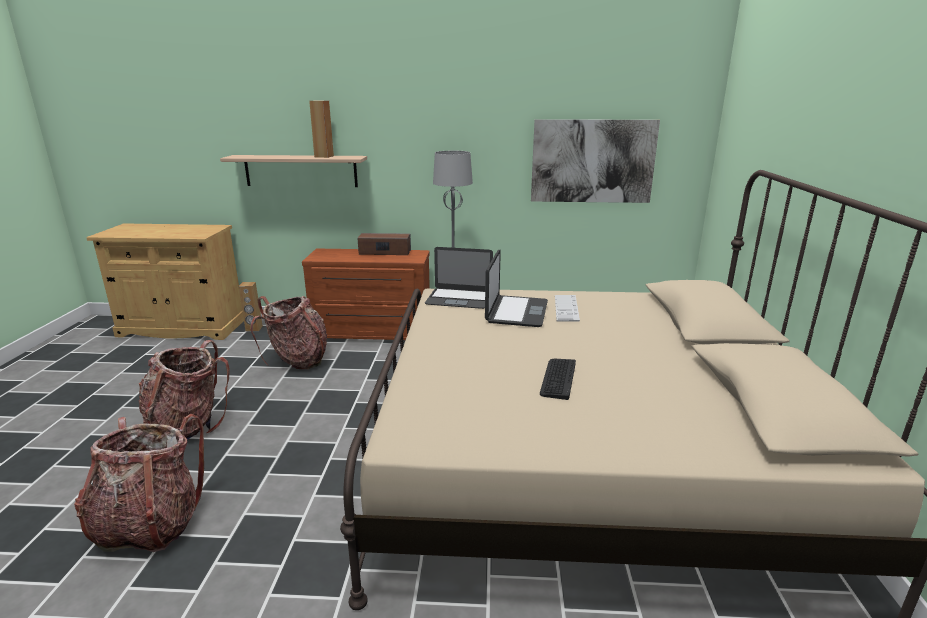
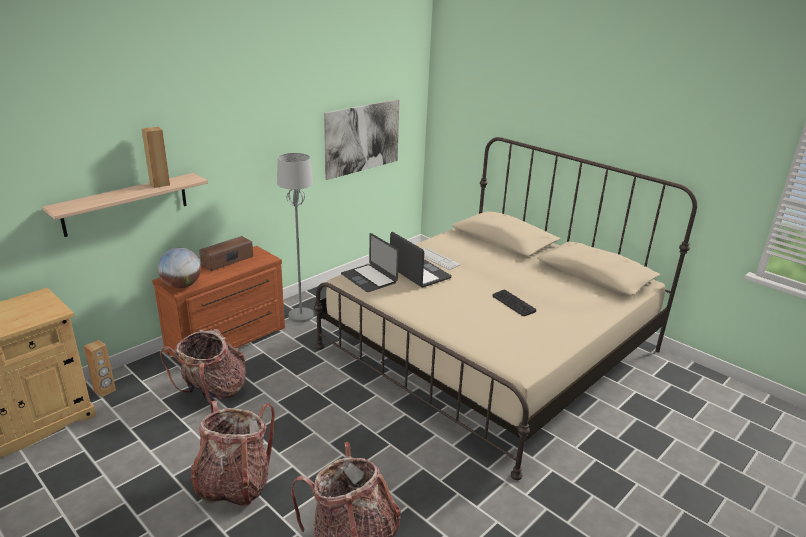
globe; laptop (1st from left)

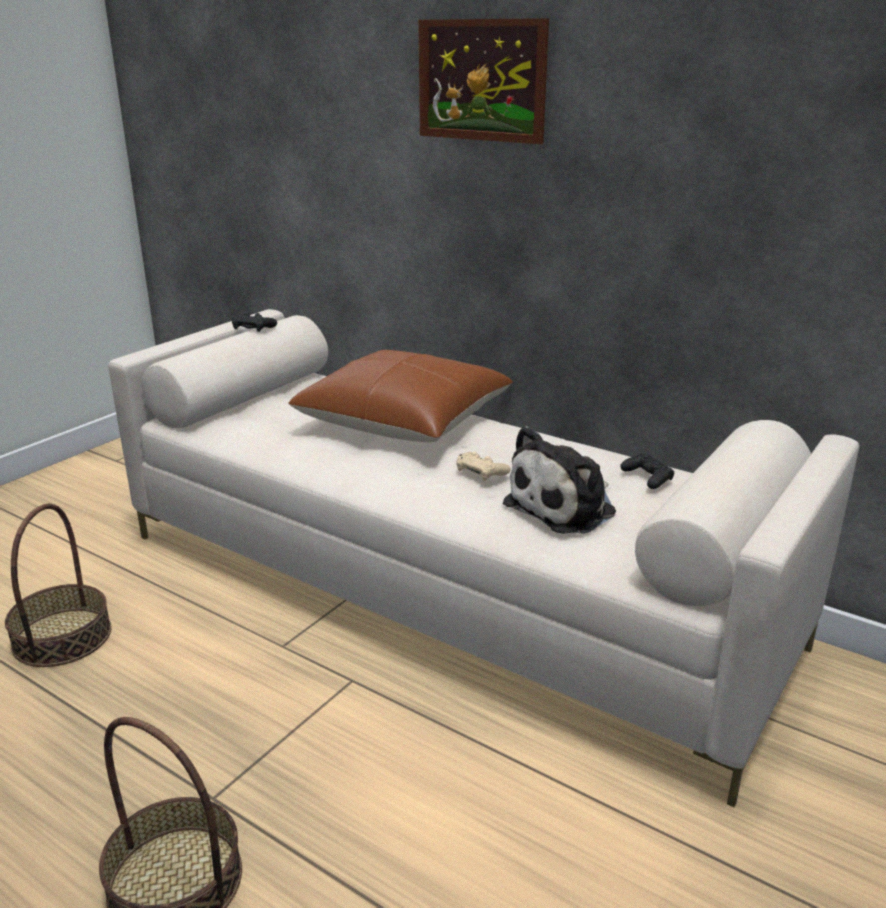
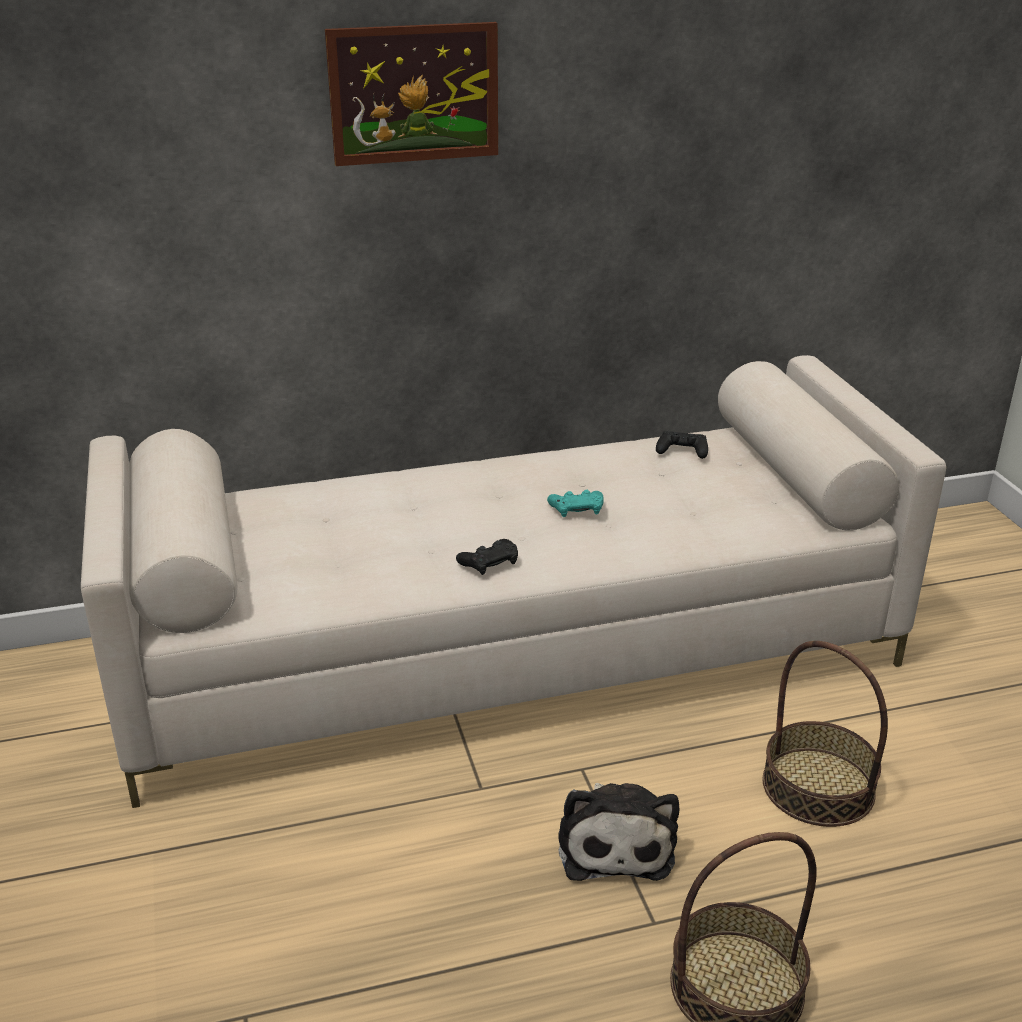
black joypad (1st from left); turquoise joypad; cuddly toy; household basket (2nd from left); brownish throw pillow

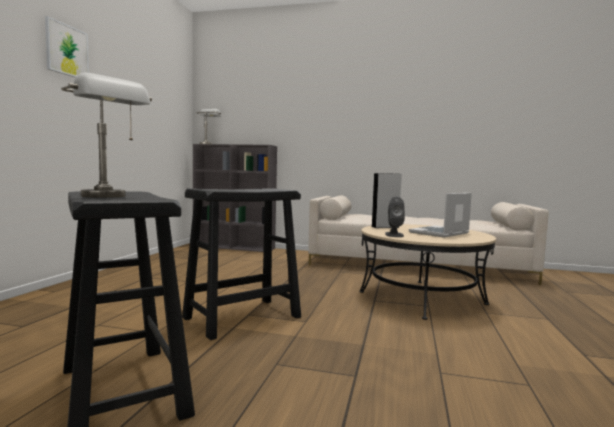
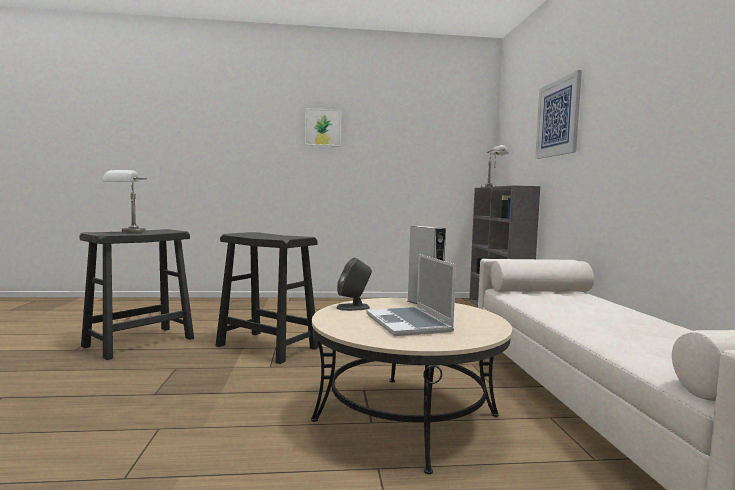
laptop; wall picture (2nd from left)

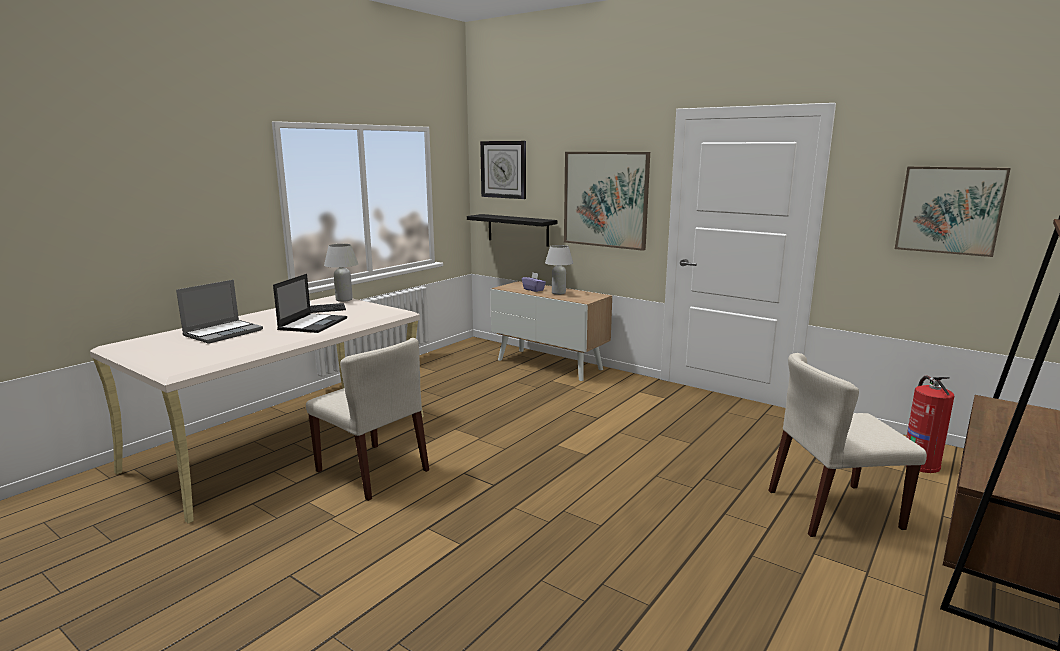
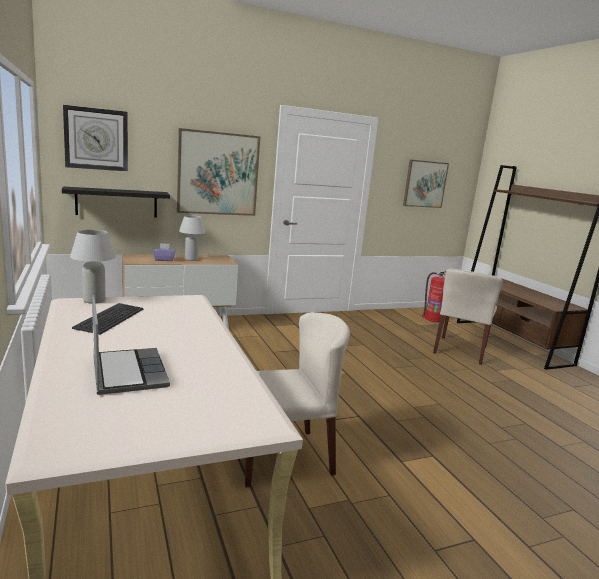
laptop (2nd from left in the first image)

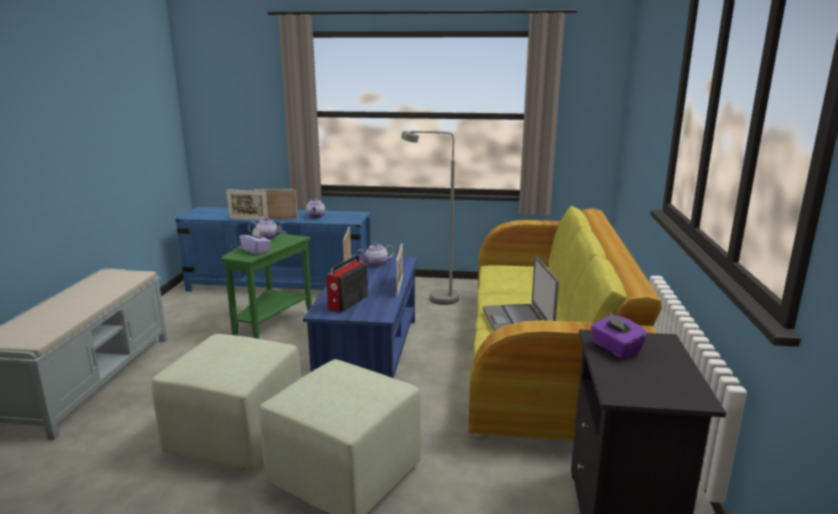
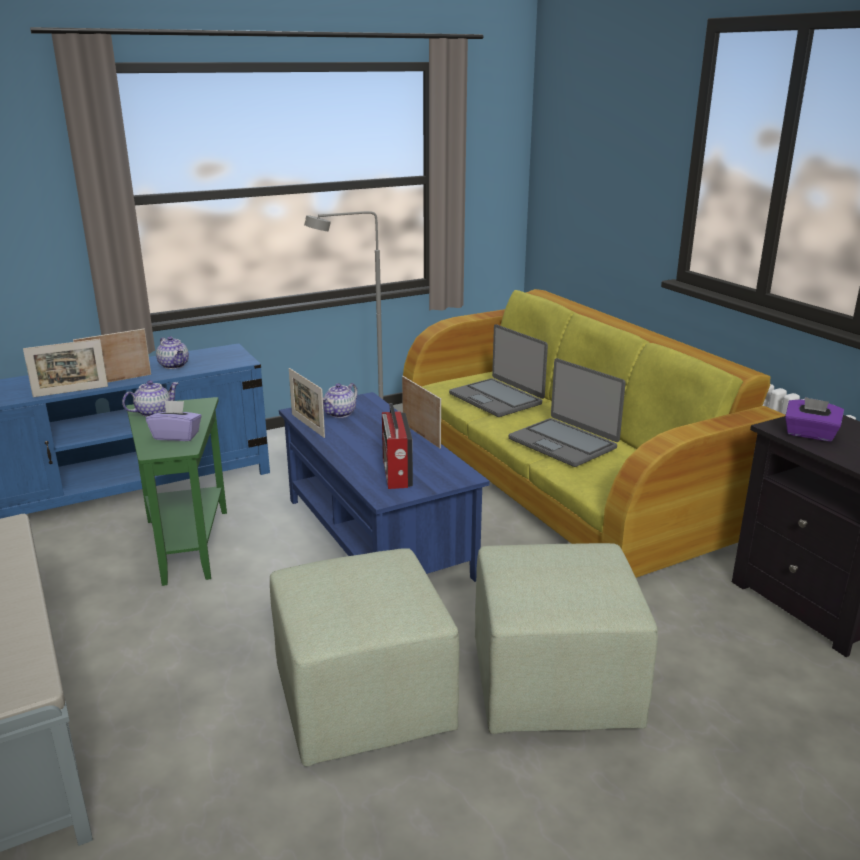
laptop (1st from left)

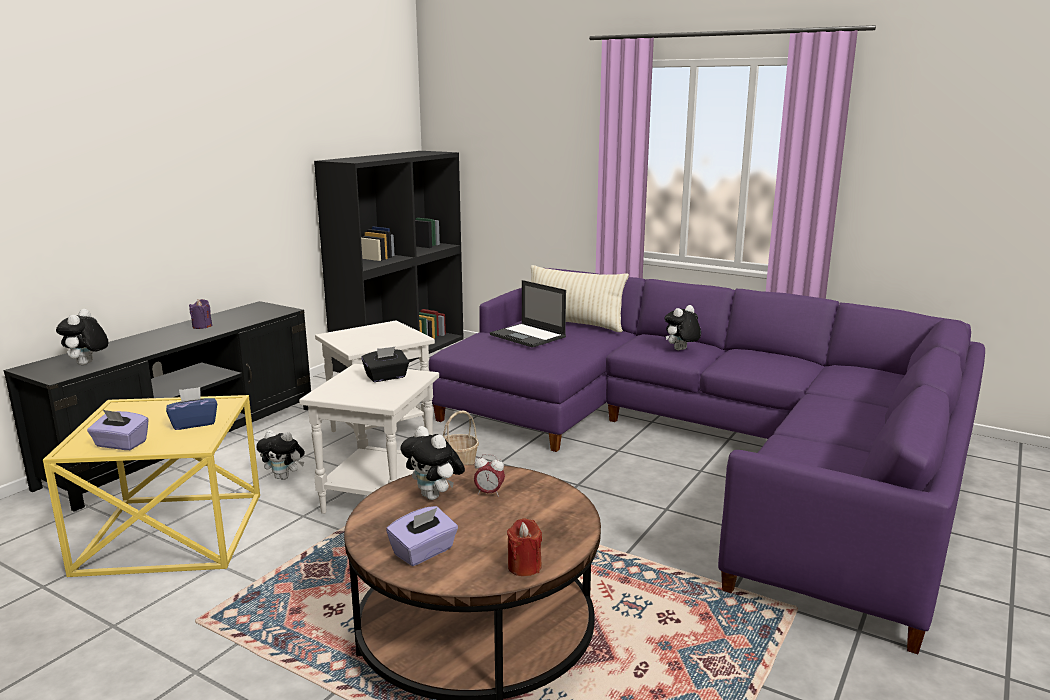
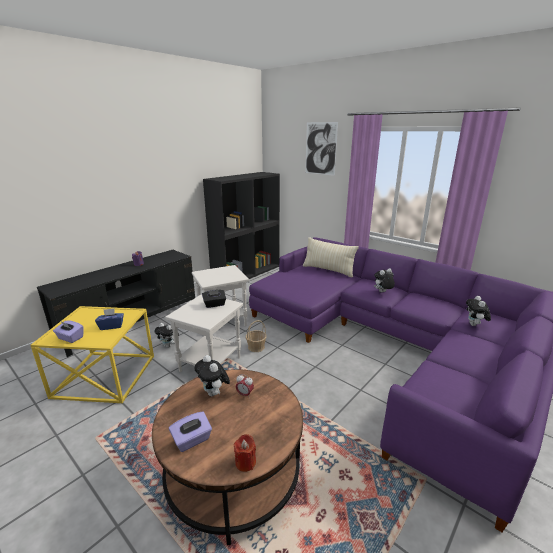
wall picture; cuddly toy (4th from left); laptop

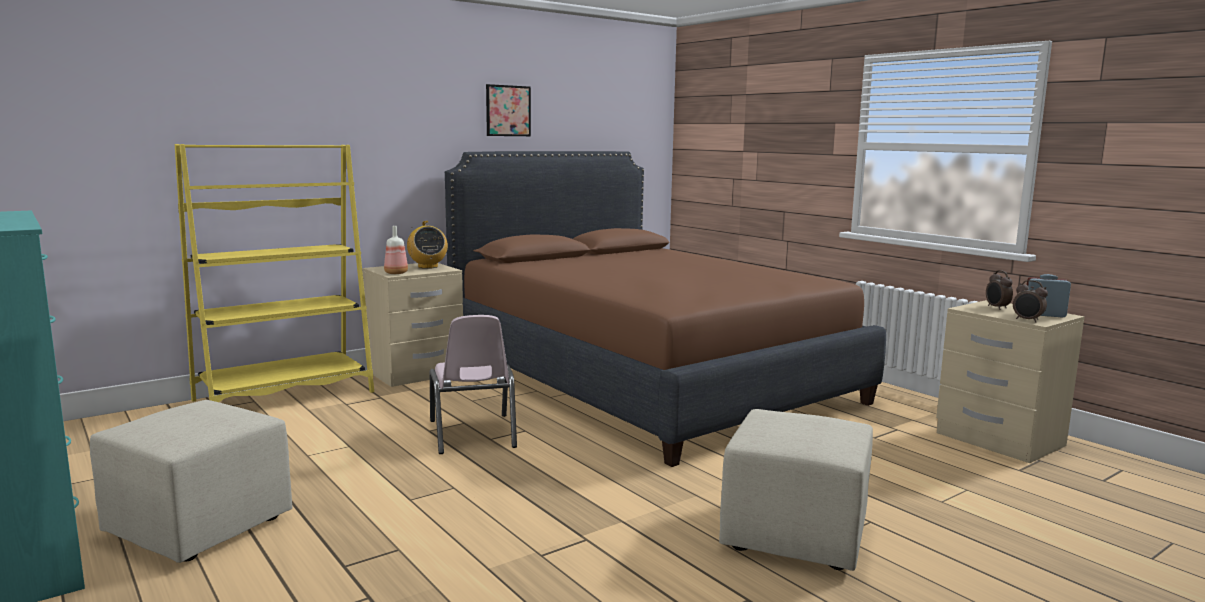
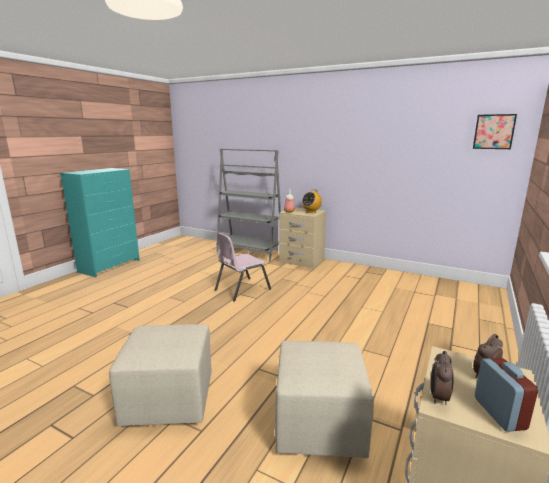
grey bookcase; sand-coloured ottoman (2nd from left); wall picture; brownish sleeping bed

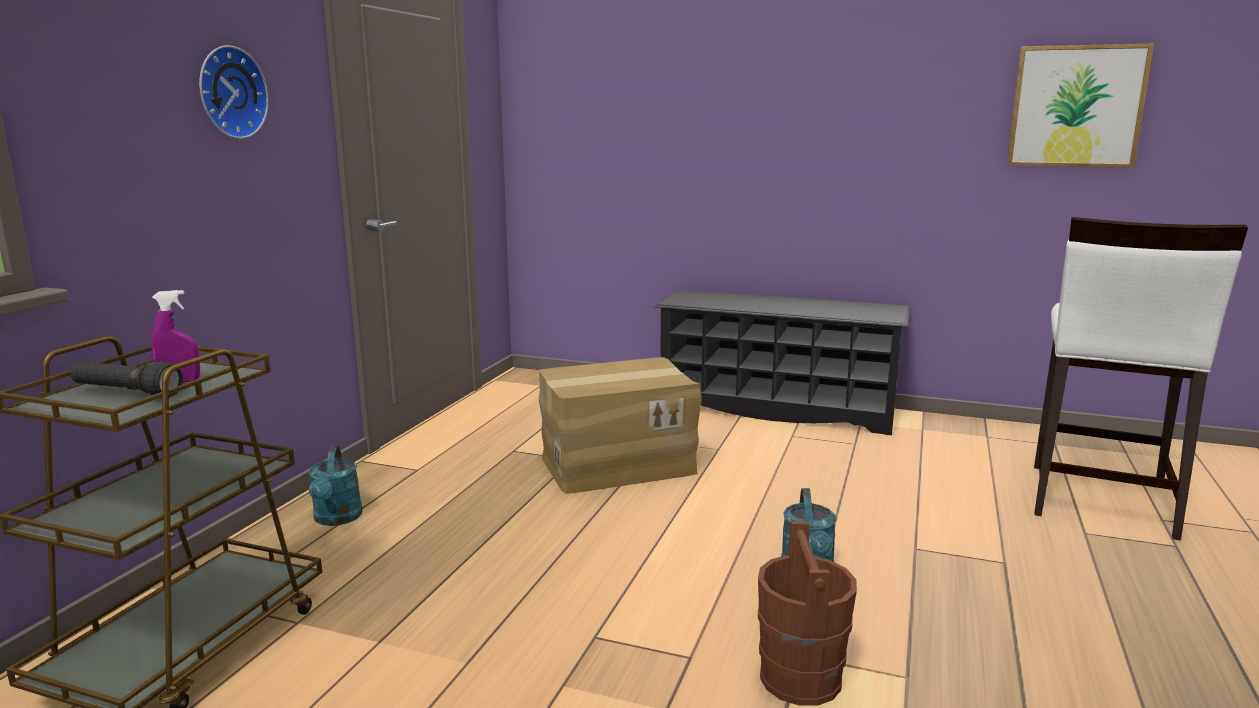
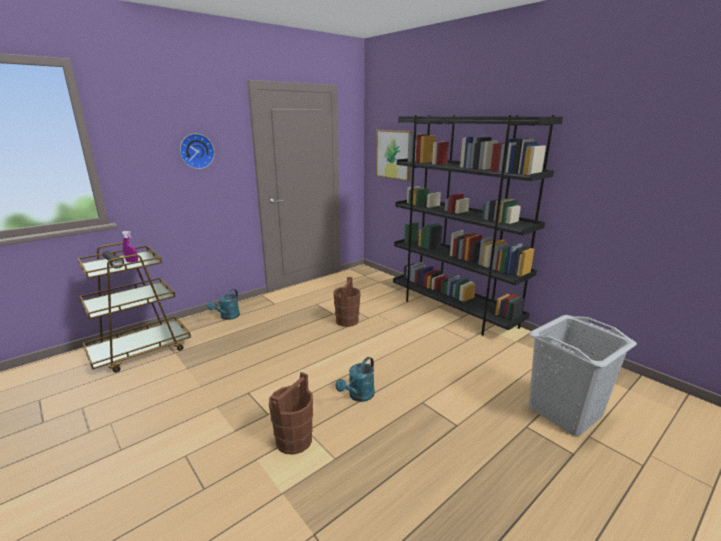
brownish pail (2nd from left); wall picture; black bookcase; grey laundry basket

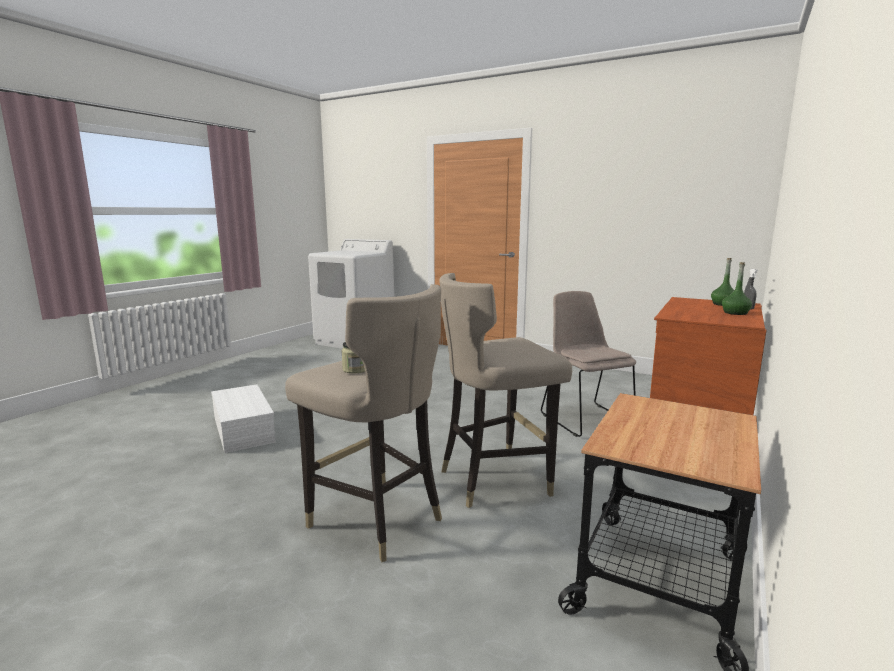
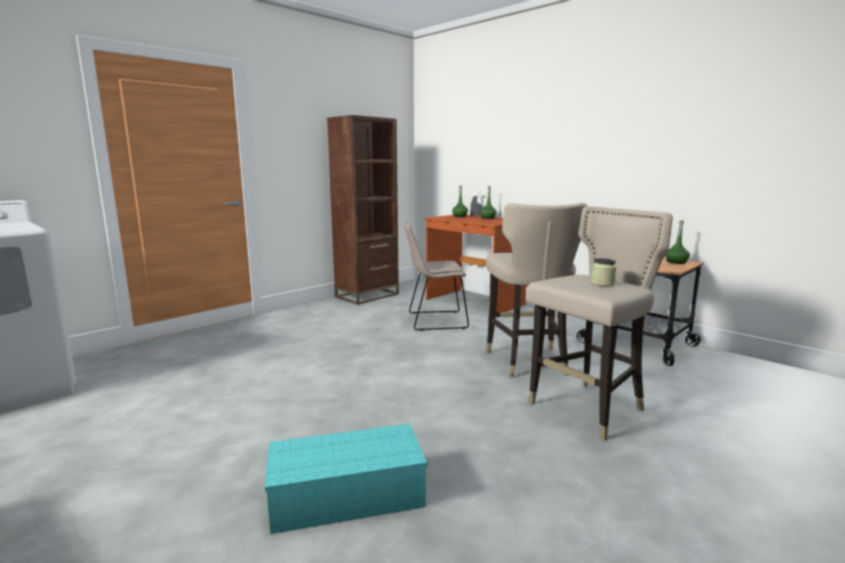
turquoise storage bin; brownish bookcase; greenish beverage bottle (3rd from left)

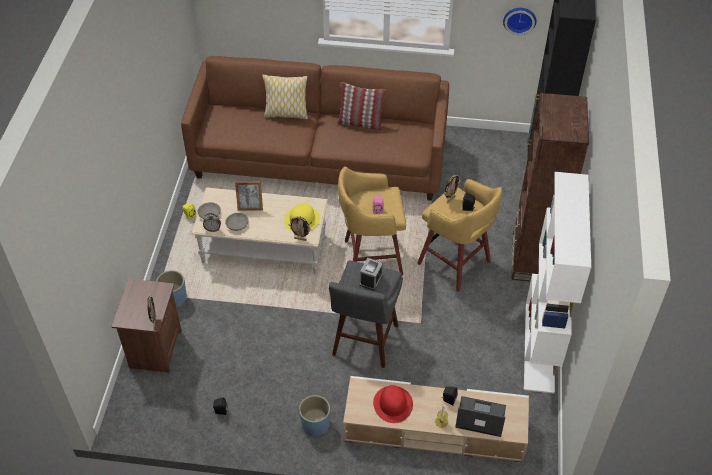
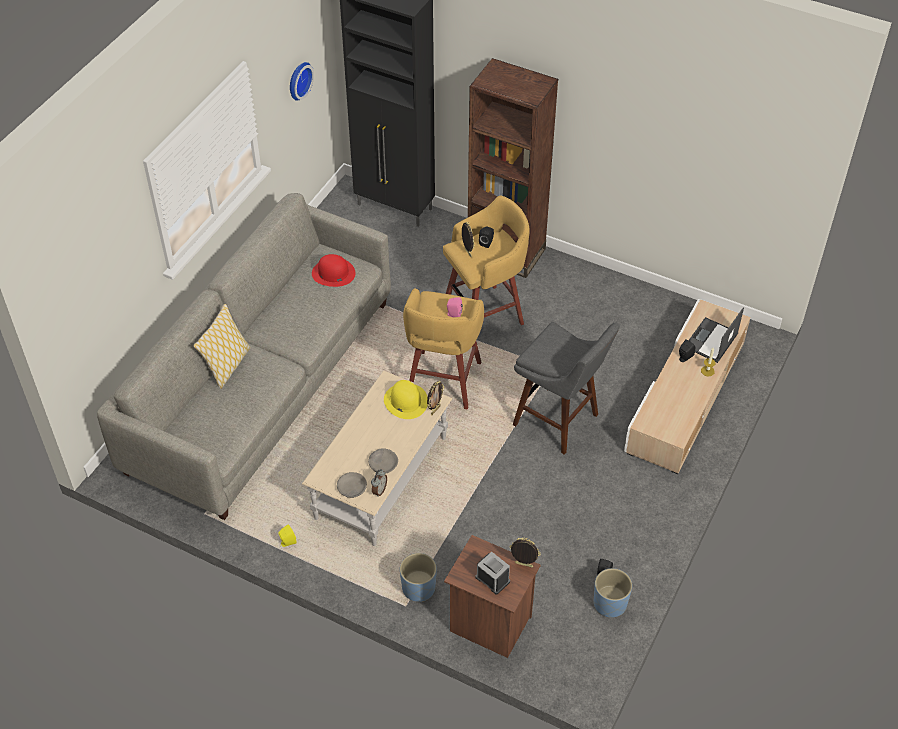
grey settee; red-coloured wearable hat; alarm clock (2nd from left); bluish planter (2nd from left); standing frame (2nd from left in the first image); throw pillow (2nd from left in the first image); white bookcase

